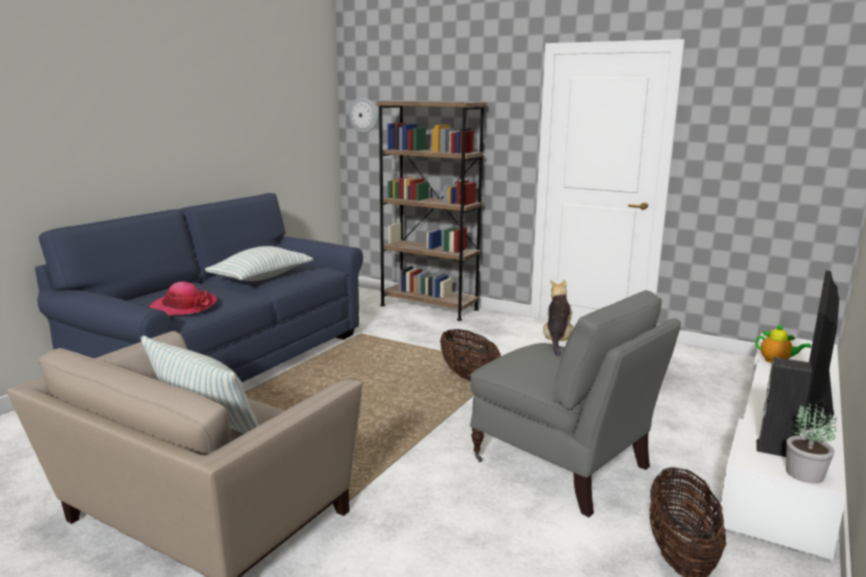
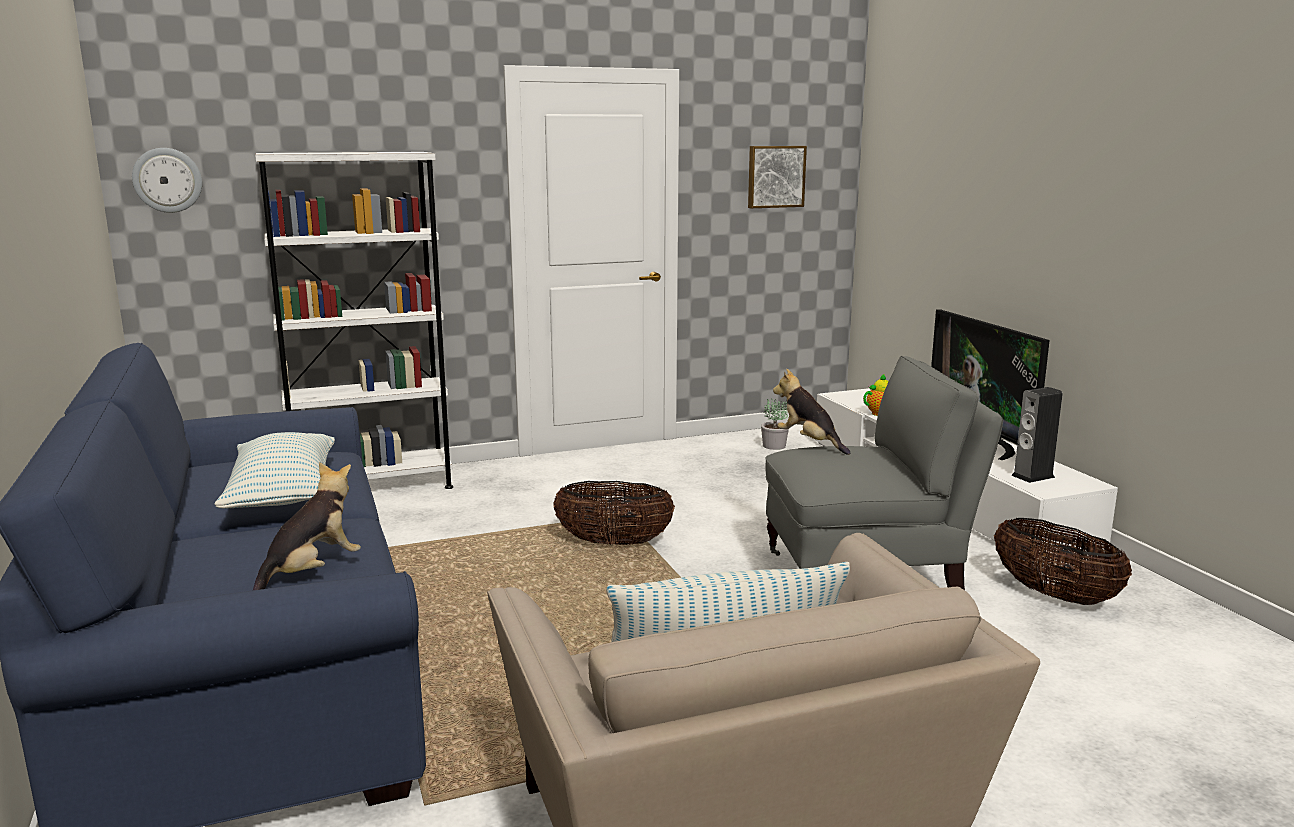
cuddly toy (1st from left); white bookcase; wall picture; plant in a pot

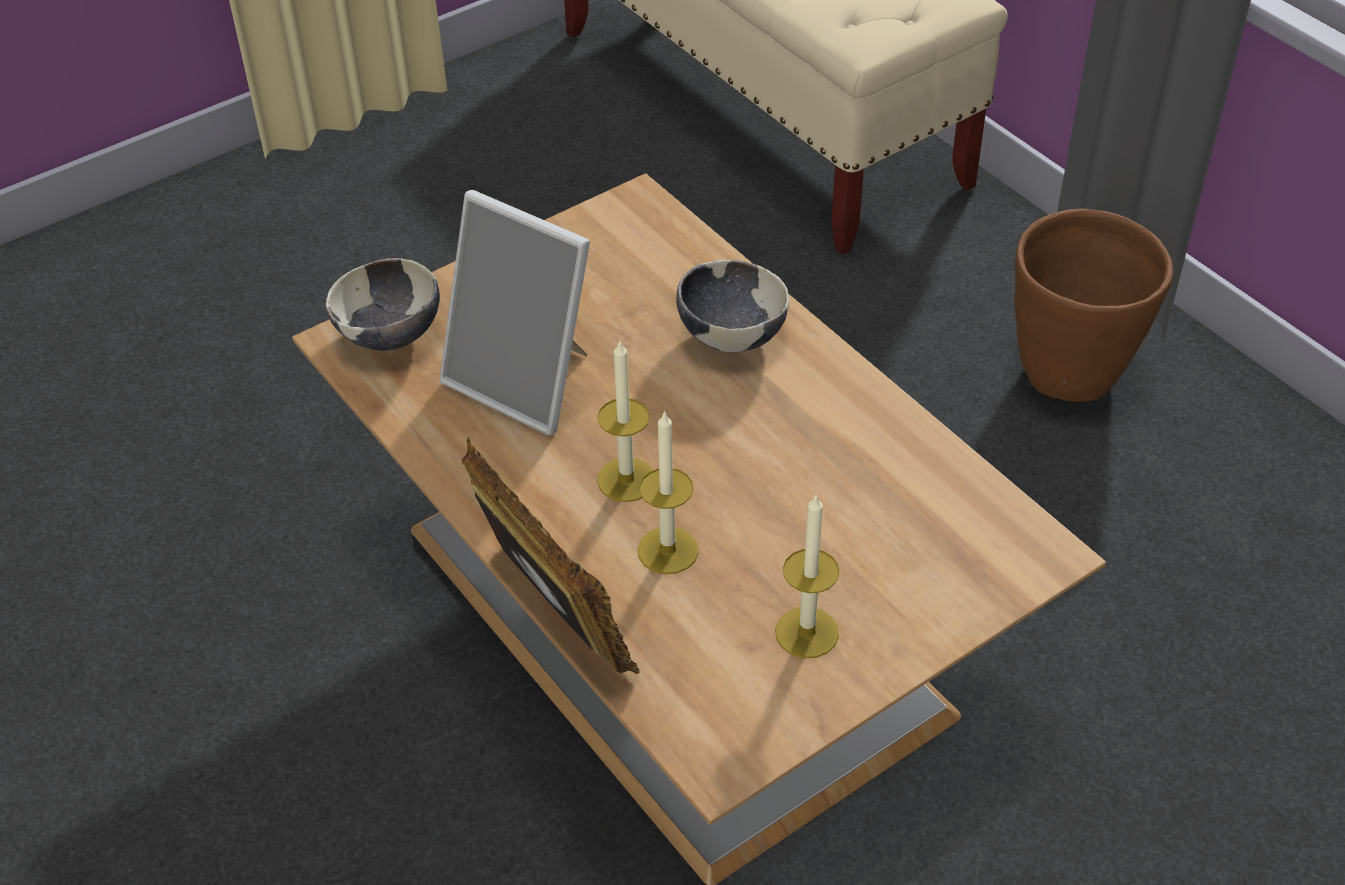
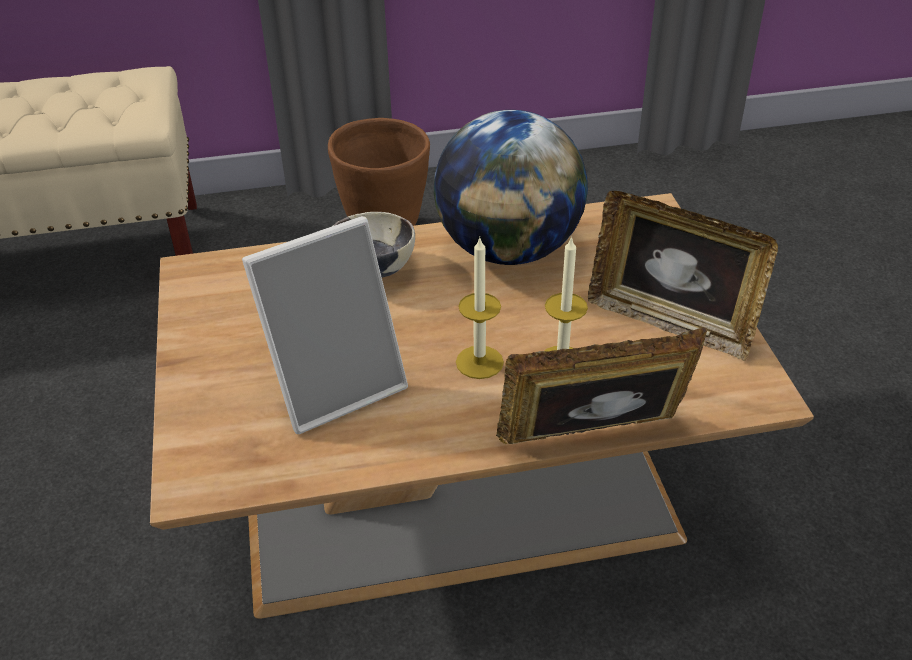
globe; standing frame (3rd from left); bowl (1st from left in the first image)

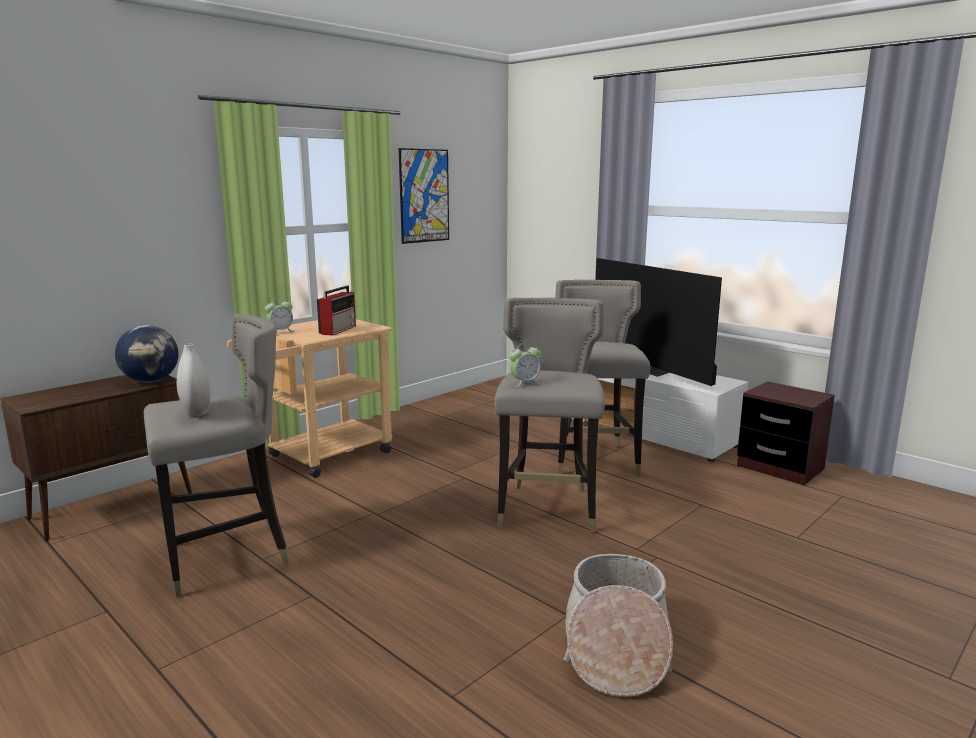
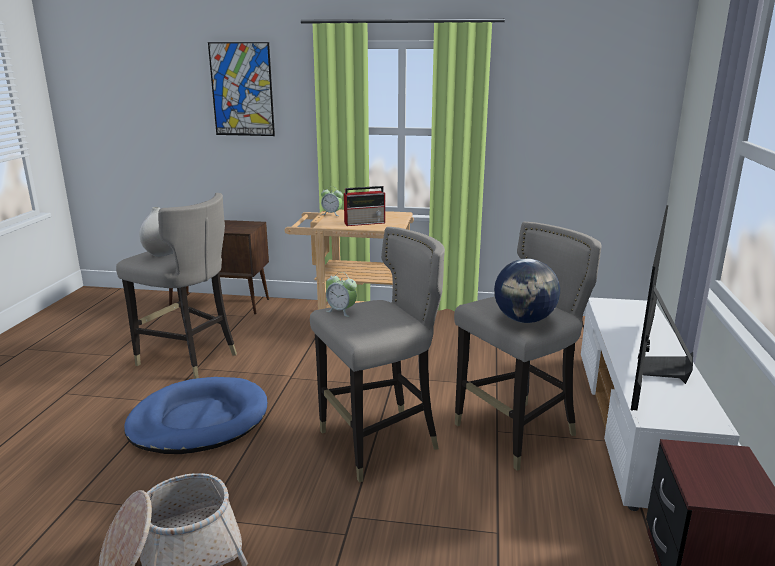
bluish pet bed; wall picture; globe

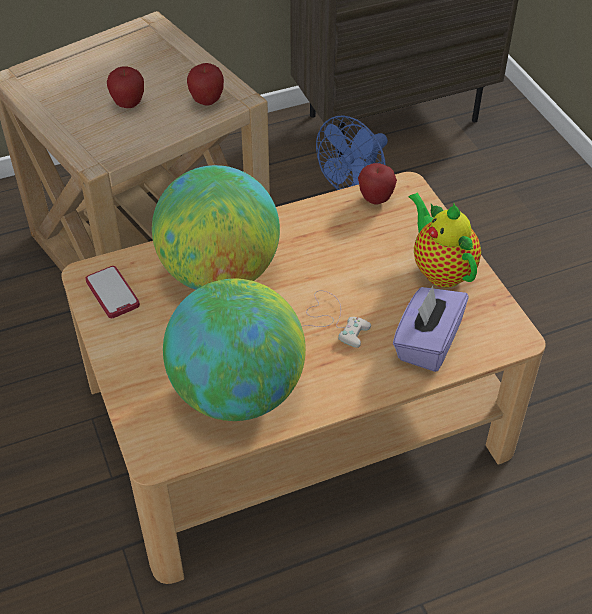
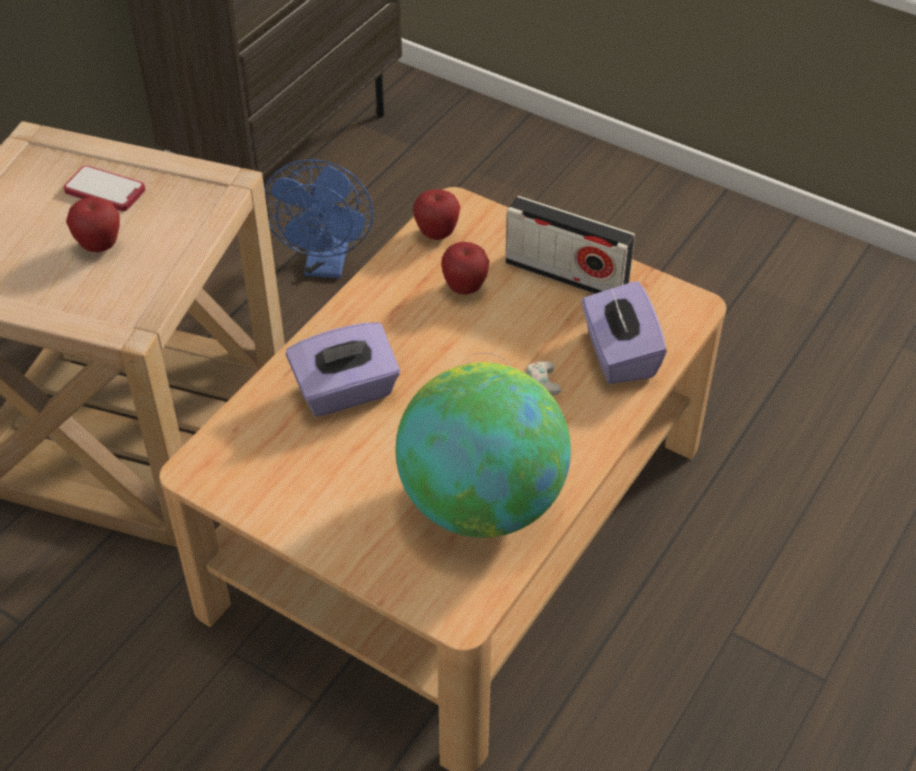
handset; purple-coloured tissue holder (1st from left); apple (3rd from left); radio

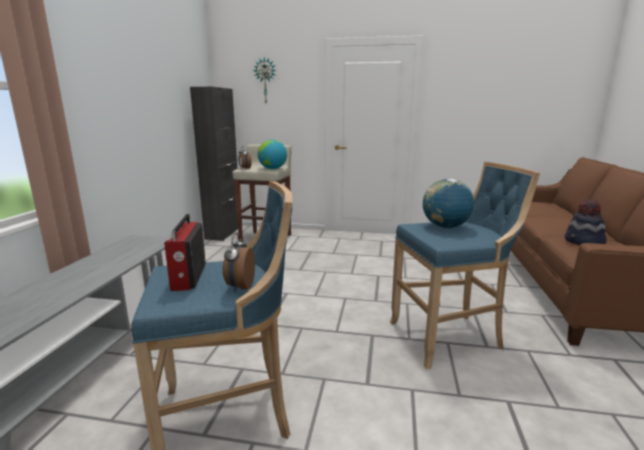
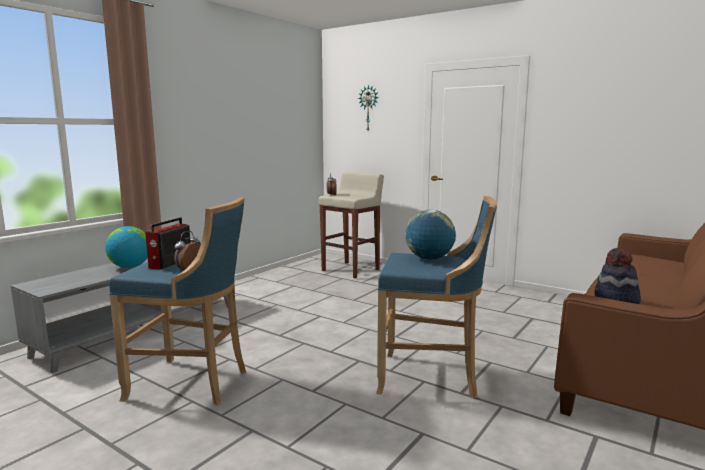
globe (1st from left); black cabinet

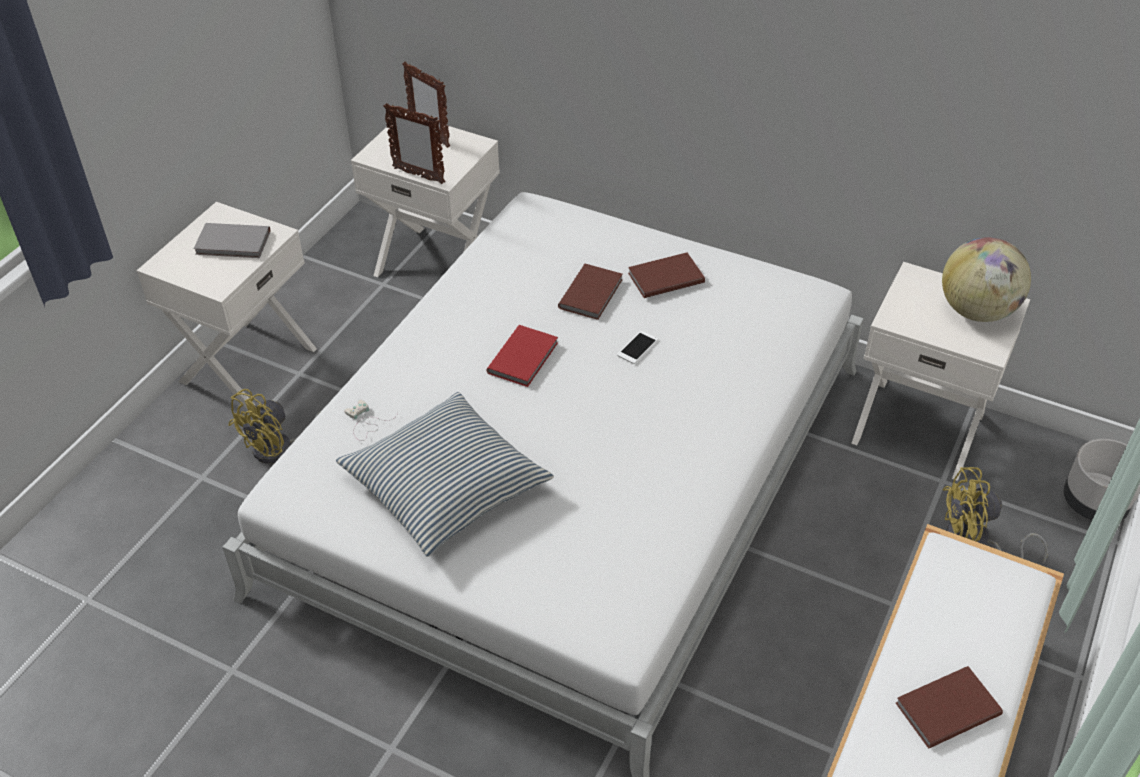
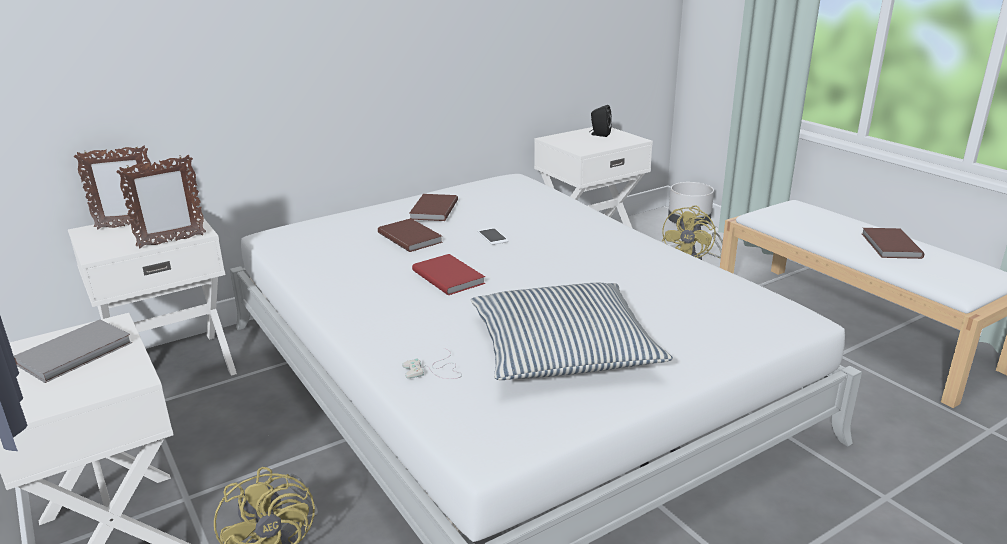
black loudspeaker

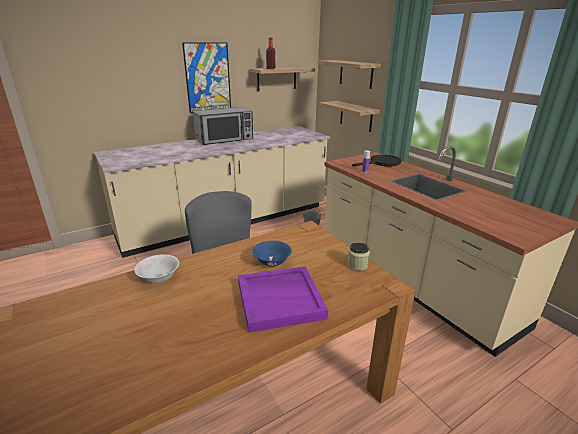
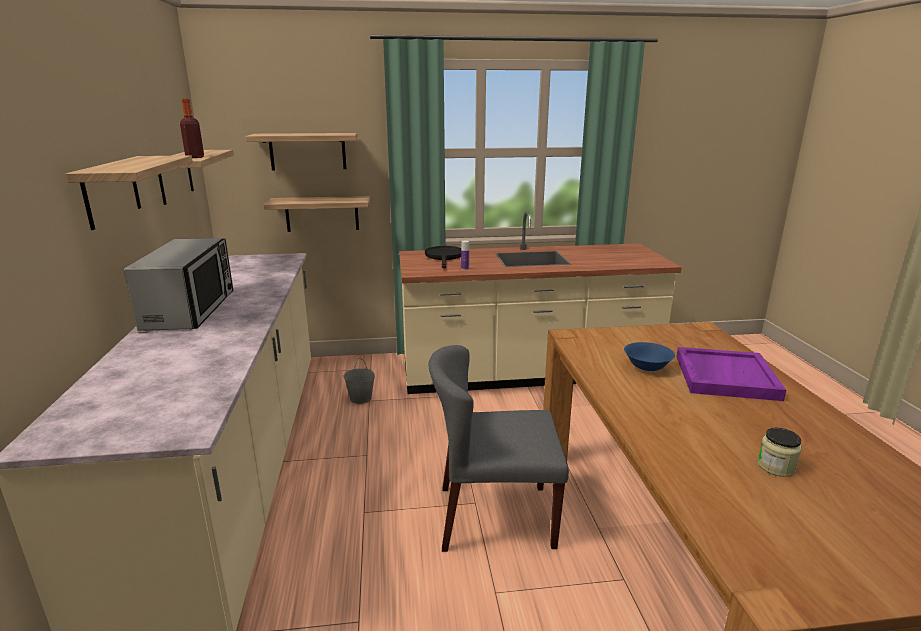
wall shelf (1st from left); preserve jar; white bowl

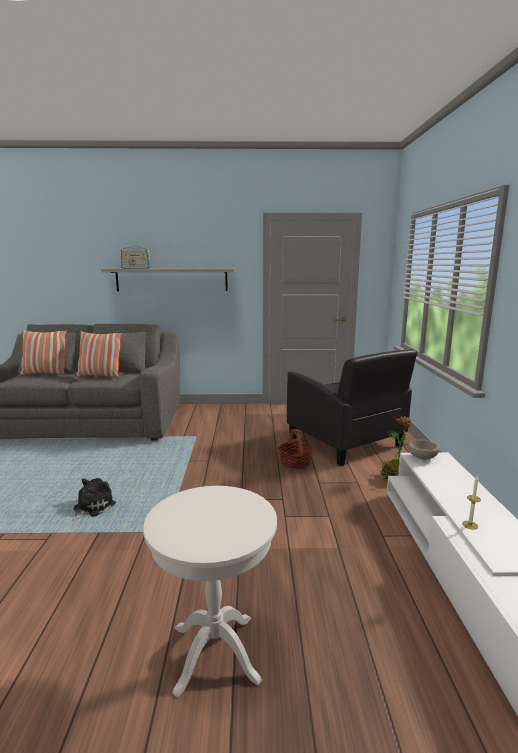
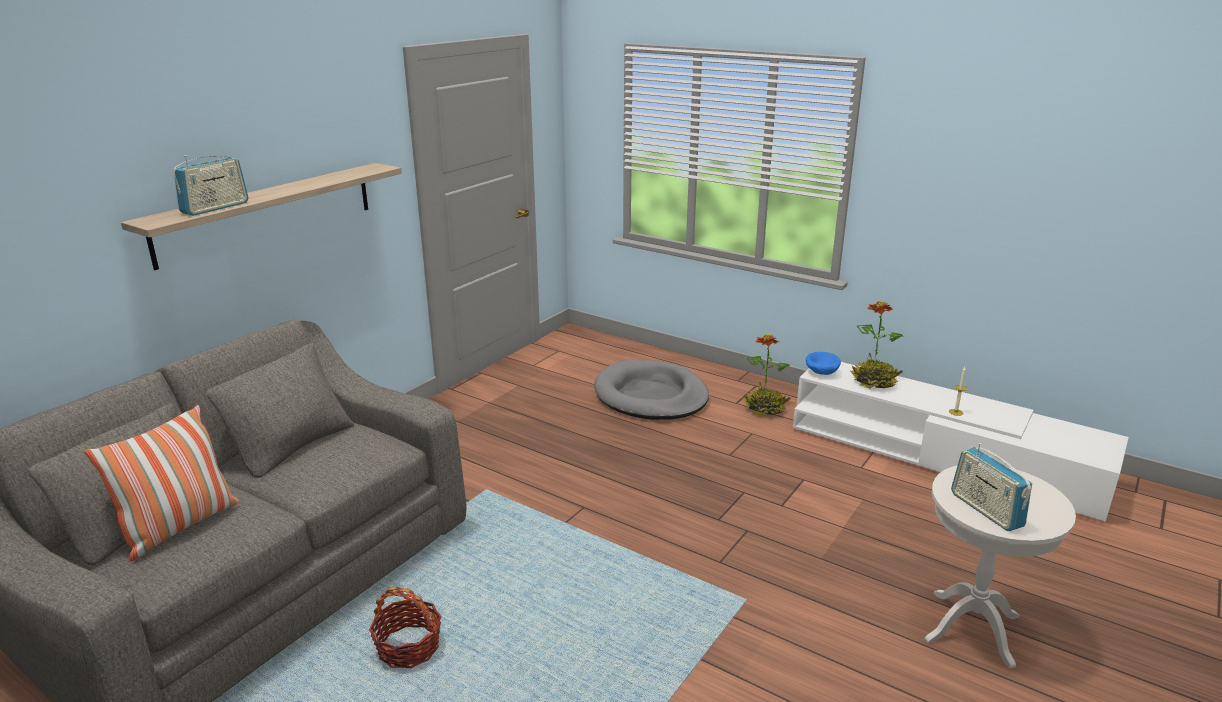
household basket; grey pet bed; bluish bowl; plant in a pot (2nd from left); radio (2nd from left); cuddly toy; throw pillow (2nd from left in the first image)

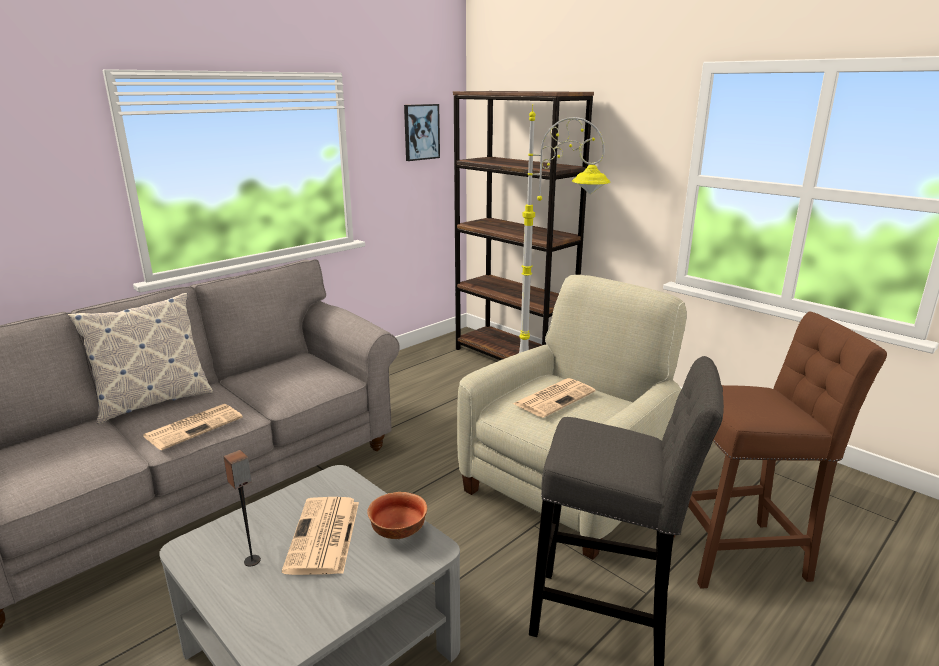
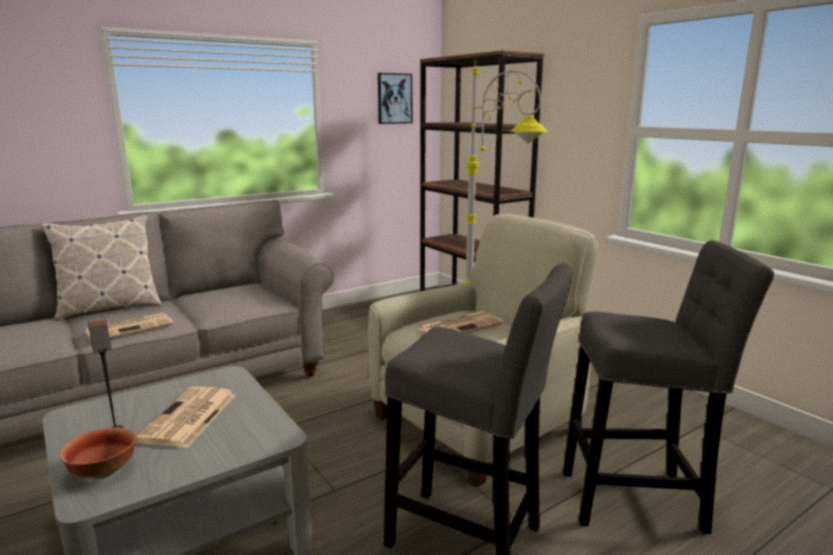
bowl; grey stool (2nd from left)

